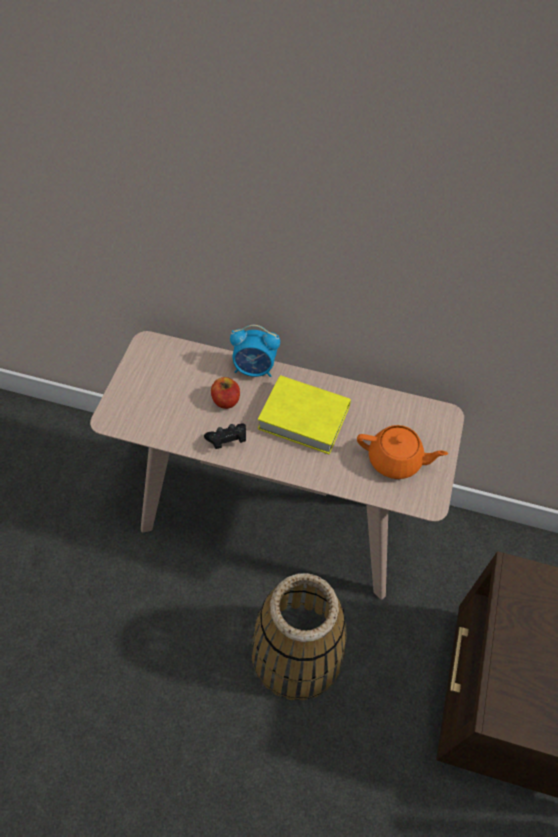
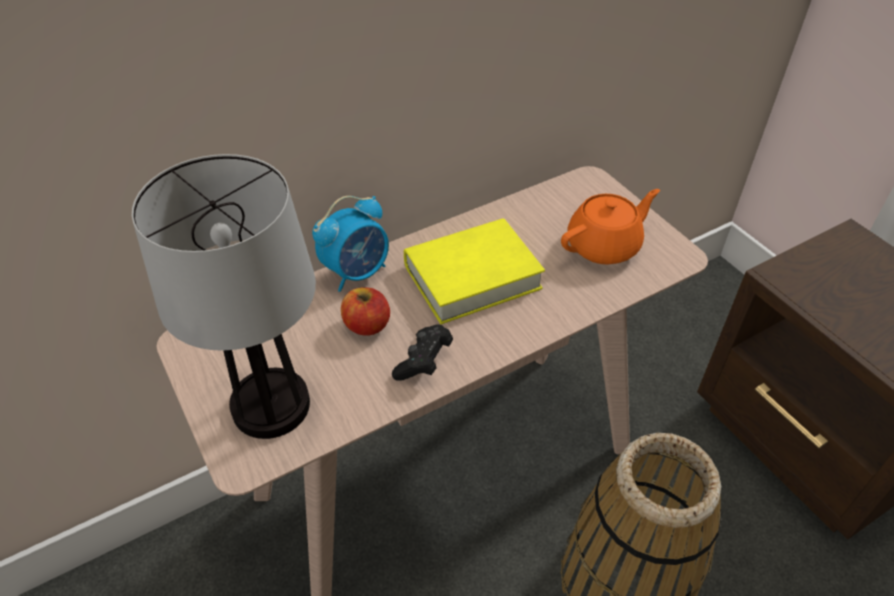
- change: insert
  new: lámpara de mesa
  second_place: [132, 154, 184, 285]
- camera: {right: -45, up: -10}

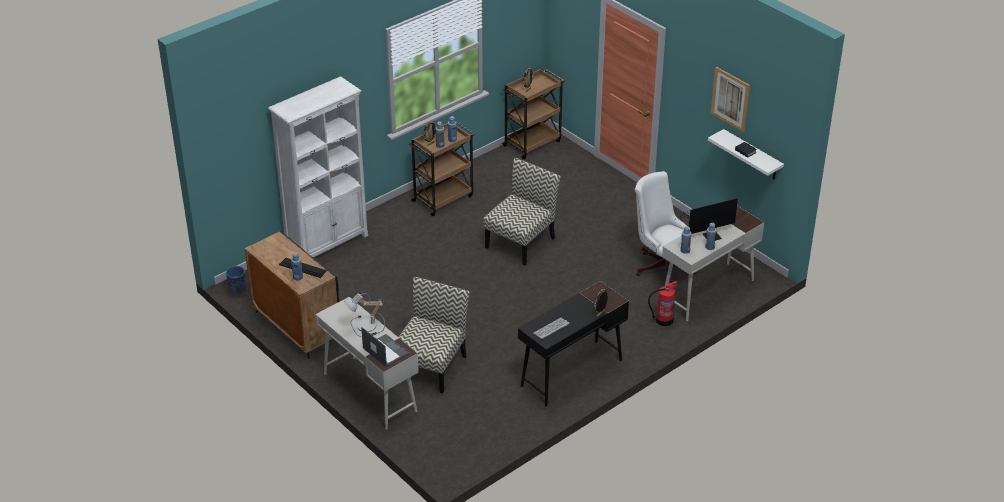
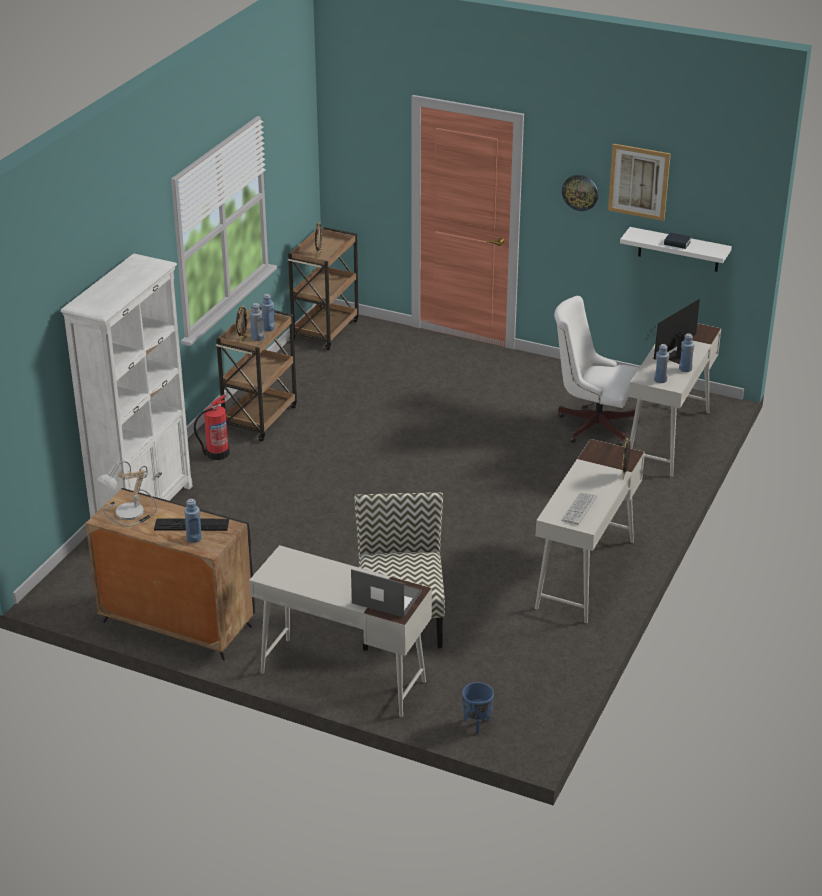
- change: delete
  old: silla
  first_place: [483, 158, 78, 107]
- change: move
  old: maceta (azul)
  first_place: [226, 266, 20, 30]
  second_place: [462, 682, 32, 52]
- change: recolor
  old: escritorio (negro)
  new: escritorio (blanco)
  first_place: [518, 281, 111, 125]
  second_place: [535, 439, 110, 184]
- change: move
  old: extintor
  first_place: [648, 281, 29, 45]
  second_place: [194, 395, 36, 65]
- change: move
  old: lámpara de mesa
  first_place: [344, 293, 41, 44]
  second_place: [97, 461, 60, 65]
- change: insert
  new: reloj de pared
  second_place: [562, 175, 37, 36]
- camera: {right: -25, up: -5}

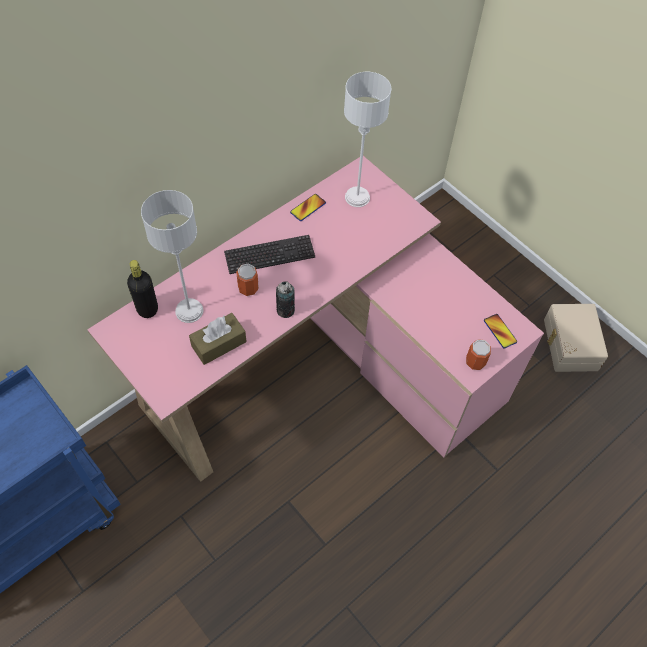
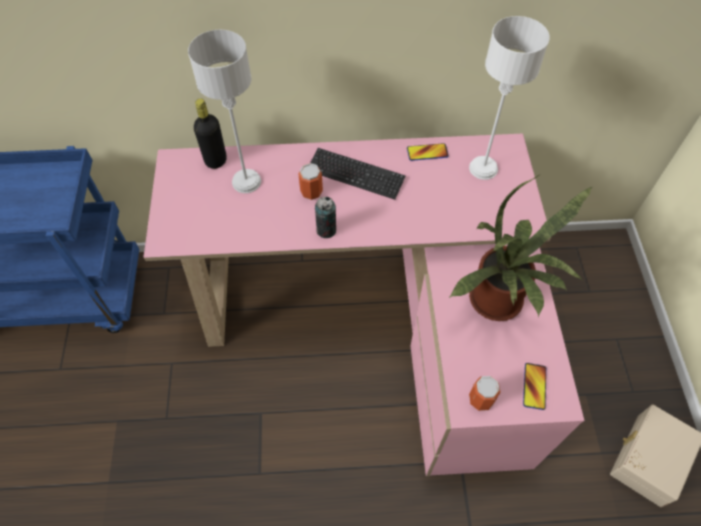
- change: delete
  old: caja de pañuelos (marrón)
  first_place: [189, 313, 58, 52]
- change: insert
  new: planta en maceta
  second_place: [449, 174, 143, 147]
- camera: {right: 40, up: 0}

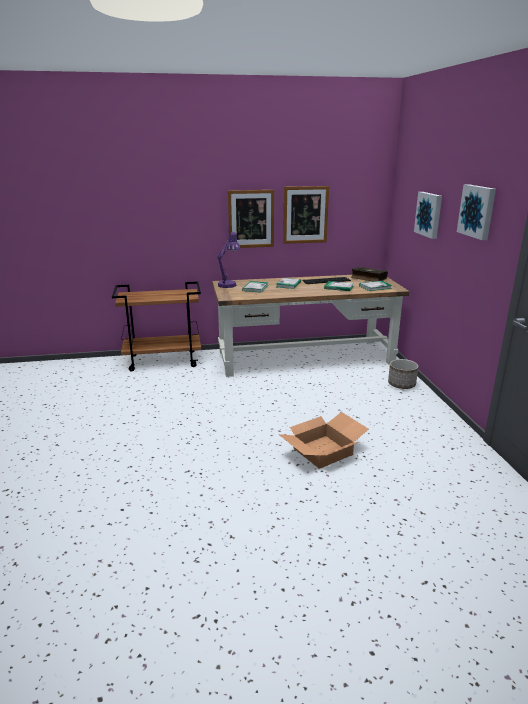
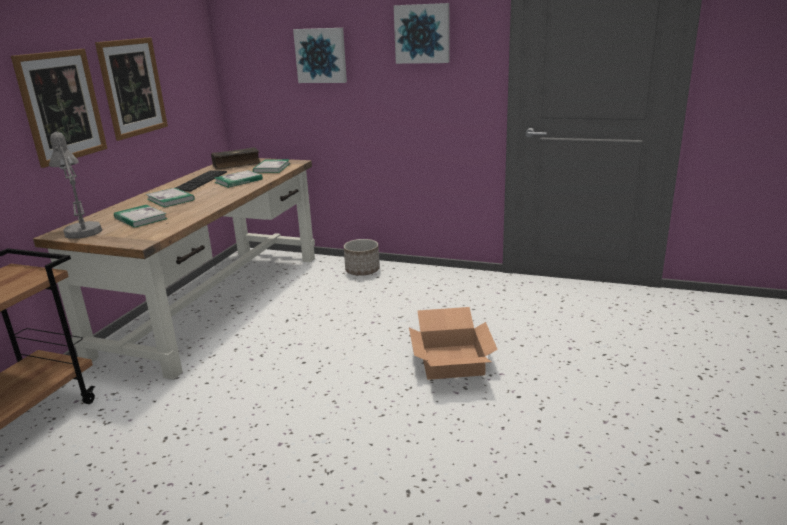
- change: recolor
  old: lámpara de mesa (morado)
  new: lámpara de mesa (gris)
  first_place: [217, 232, 24, 56]
  second_place: [49, 132, 53, 107]
- camera: {right: -60, up: 0}

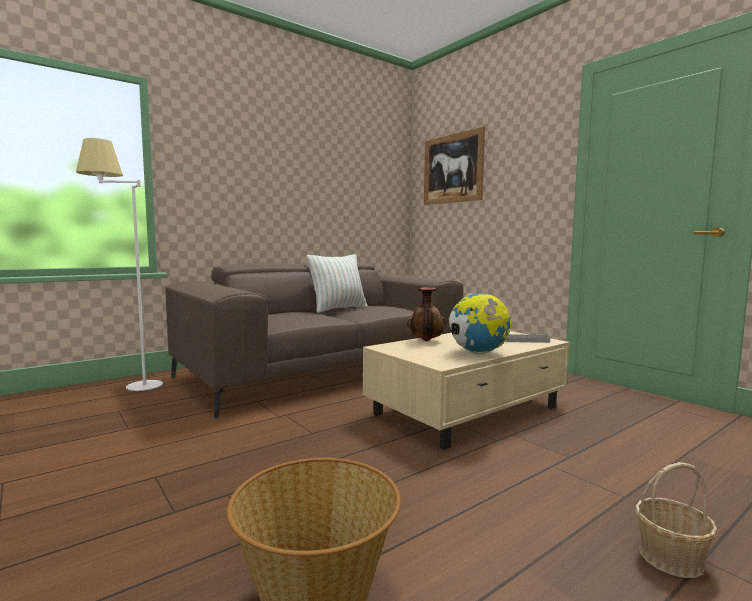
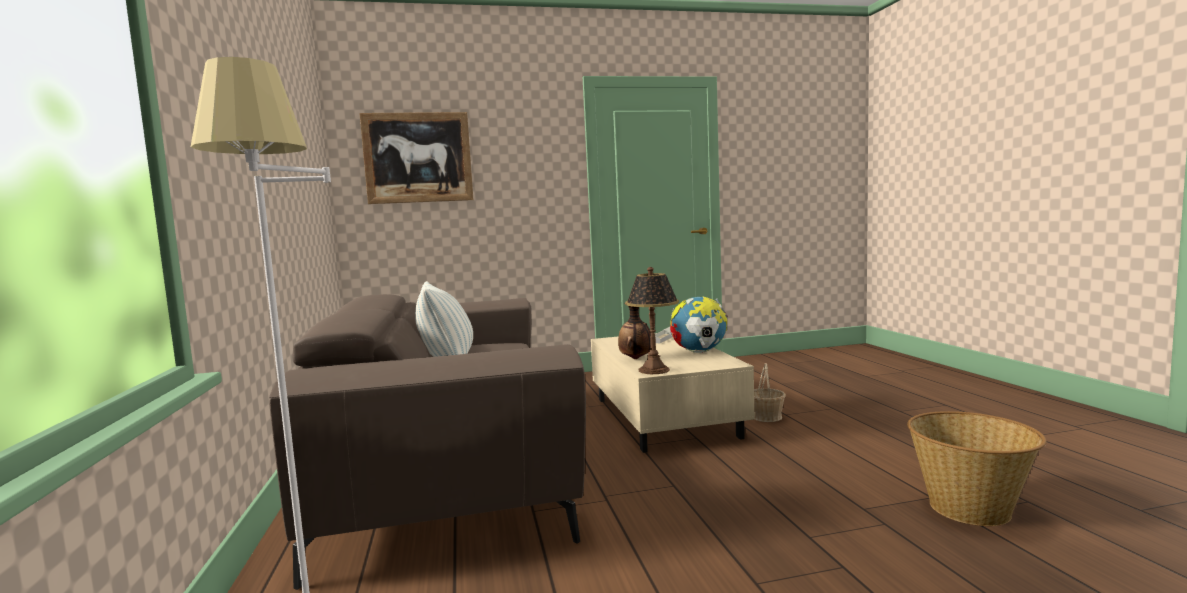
- change: move
  old: cesta
  first_place: [635, 462, 83, 116]
  second_place: [754, 363, 32, 59]
- change: insert
  new: lámpara de mesa
  second_place: [625, 267, 54, 107]
- camera: {right: -65, up: 0}

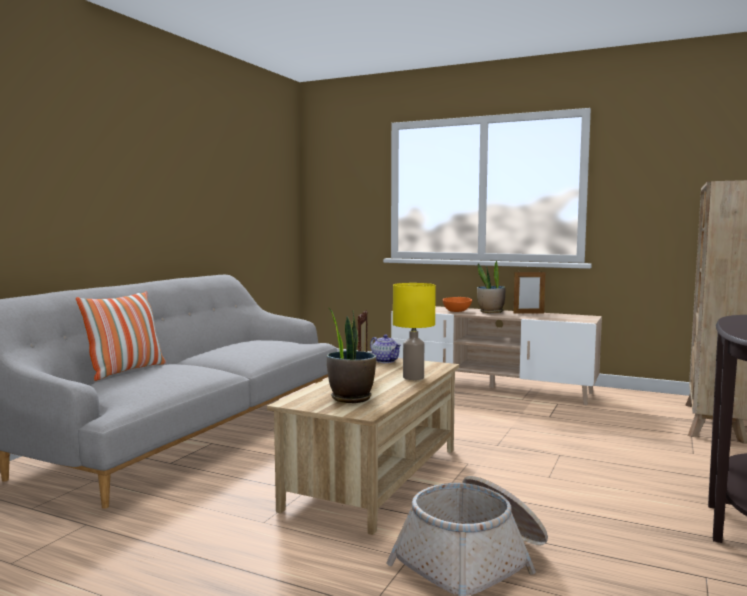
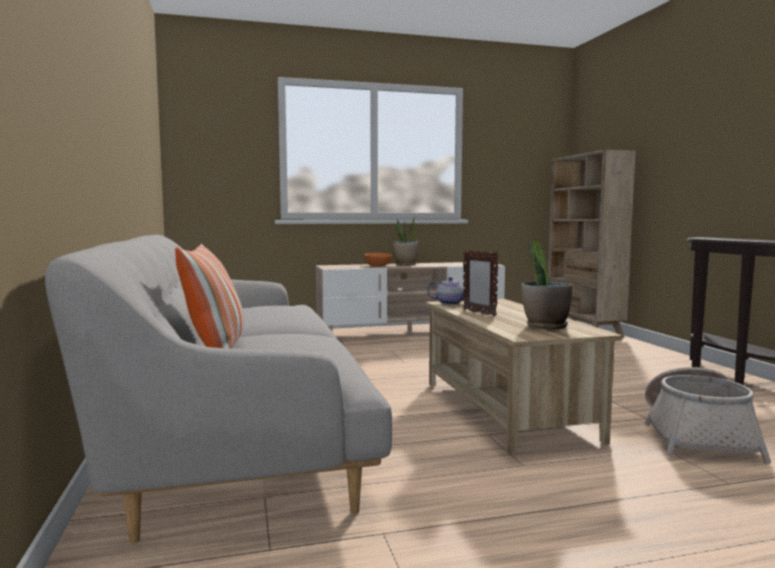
- change: delete
  old: portarretratos
  first_place: [513, 271, 32, 43]
- change: delete
  old: lámpara de mesa (amarillo)
  first_place: [393, 283, 43, 97]
- camera: {right: -40, up: 0}

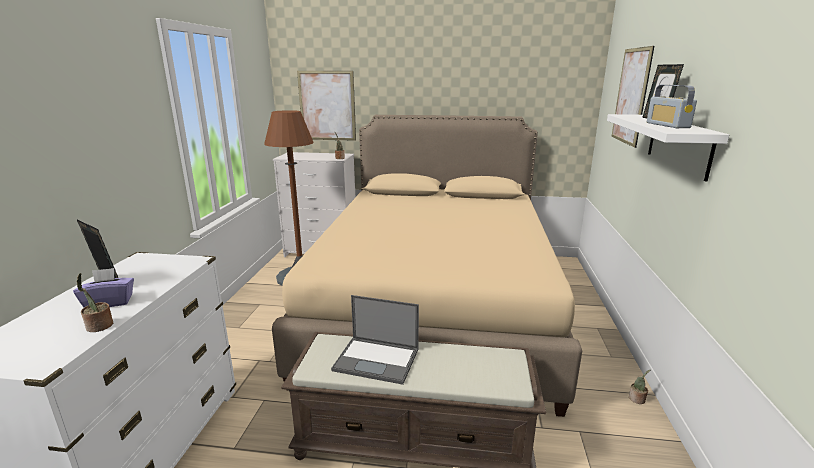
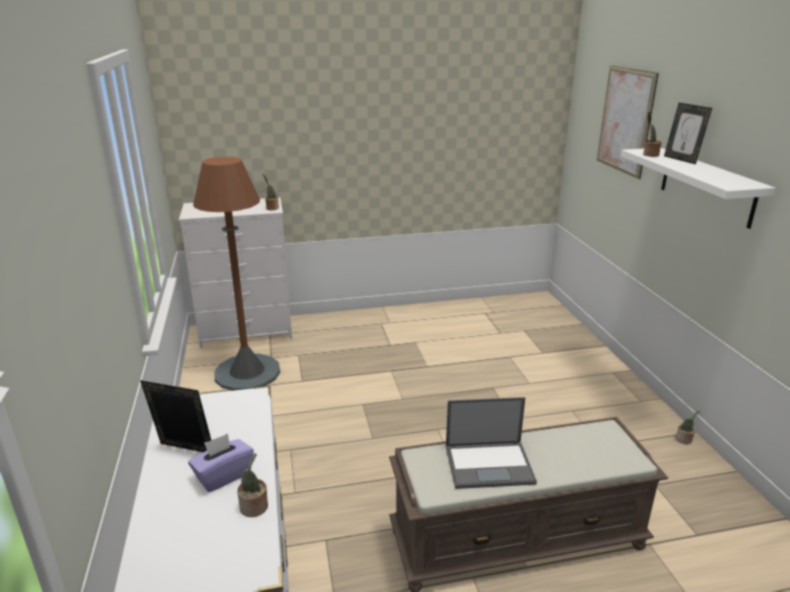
- change: delete
  old: cuadro
  first_place: [297, 71, 59, 70]
- change: delete
  old: radio
  first_place: [647, 85, 50, 43]
- change: delete
  old: cama (beis)
  first_place: [272, 115, 310, 302]
- change: insert
  new: planta en maceta
  second_place: [643, 112, 19, 45]
- camera: {right: -20, up: 5}

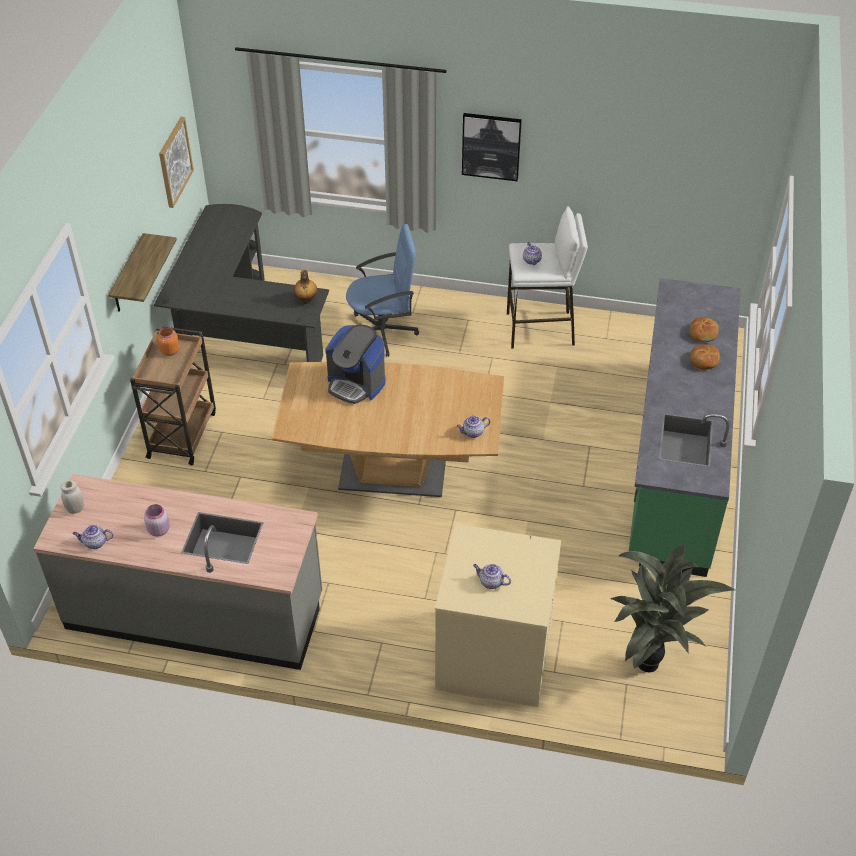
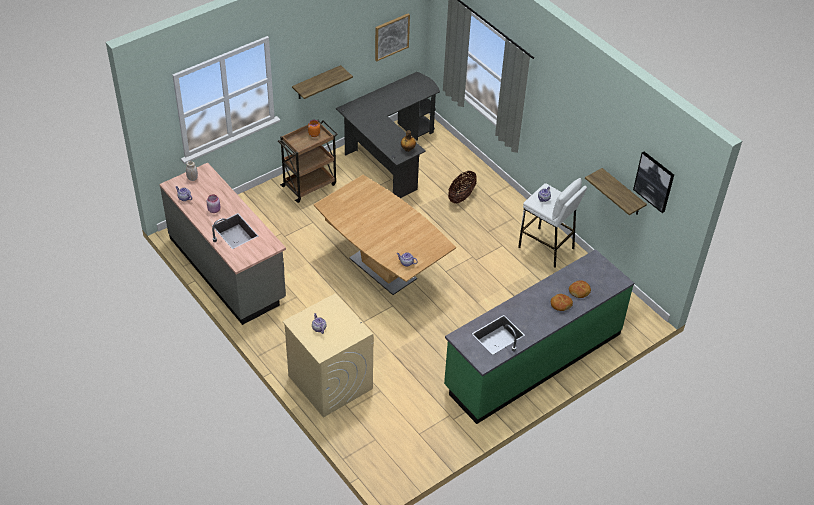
- change: move
  old: cuadro
  first_place: [462, 113, 60, 68]
  second_place: [633, 152, 41, 61]
- change: replace
  old: silla de oficina (azul)
  new: cesta
  first_place: [346, 224, 73, 133]
  second_place: [448, 171, 28, 32]
- change: delete
  old: cafetera
  first_place: [325, 324, 60, 80]
- change: delete
  old: planta en maceta
  first_place: [610, 542, 125, 131]
- change: insert
  new: estante
  second_place: [585, 168, 62, 47]
- camera: {right: 40, up: 0}

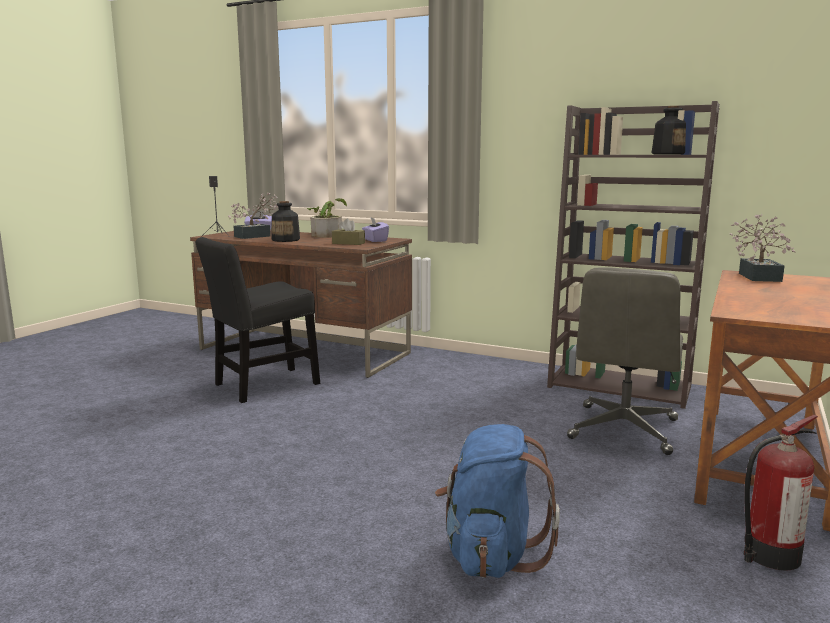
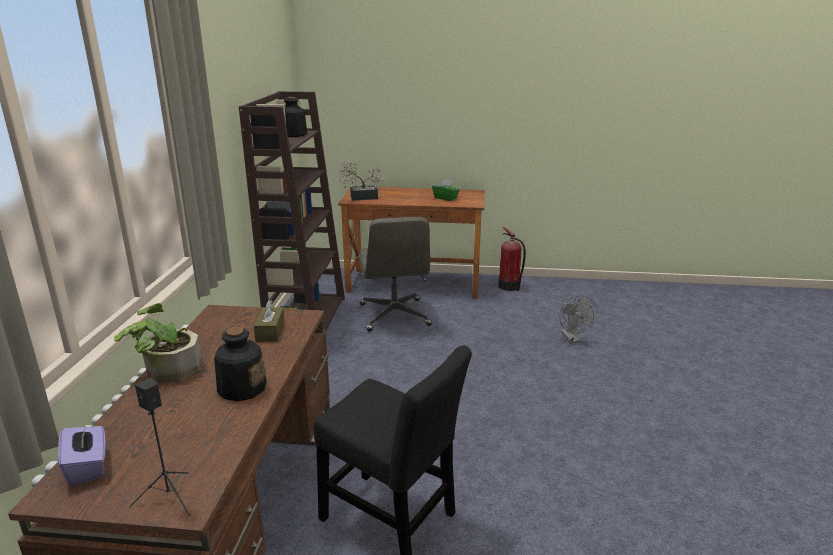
- change: delete
  old: planta en maceta
  first_place: [228, 193, 51, 46]
- change: delete
  old: caja de pañuelos (morado)
  first_place: [362, 218, 27, 24]
- change: rotate
  old: silla de oficina (gris)
  first_place: [567, 267, 116, 188]
  second_place: [359, 217, 73, 114]
  degrees: 75
- change: replace
  old: mochila (azul)
  new: ventilador (gris)
  first_place: [435, 424, 125, 154]
  second_place: [559, 295, 38, 48]
- change: insert
  new: caja de pañuelos (verde)
  second_place: [432, 179, 28, 22]
- camera: {right: -110, up: 10}

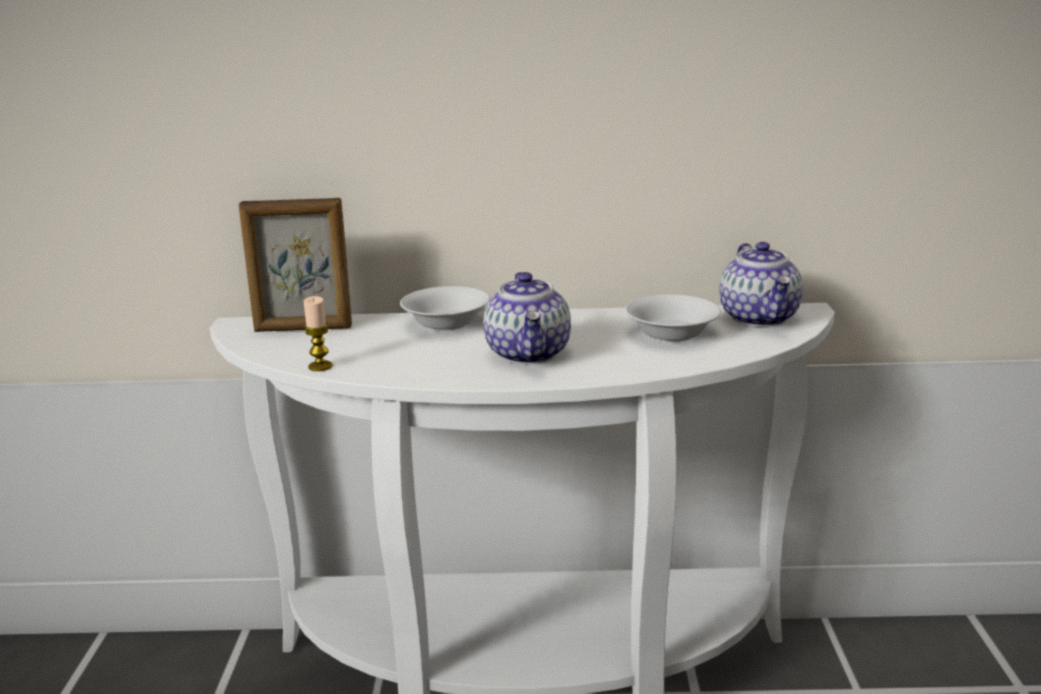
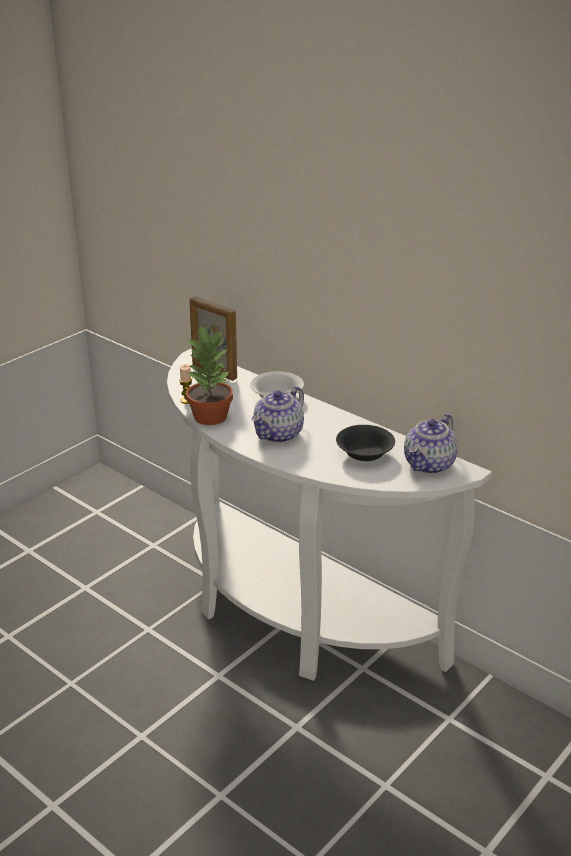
- change: recolor
  old: cuenco (blanco)
  new: cuenco (negro)
  first_place: [625, 294, 96, 48]
  second_place: [336, 425, 59, 36]
- change: insert
  new: planta en maceta
  second_place: [186, 325, 47, 100]
- camera: {right: 40, up: 10}

